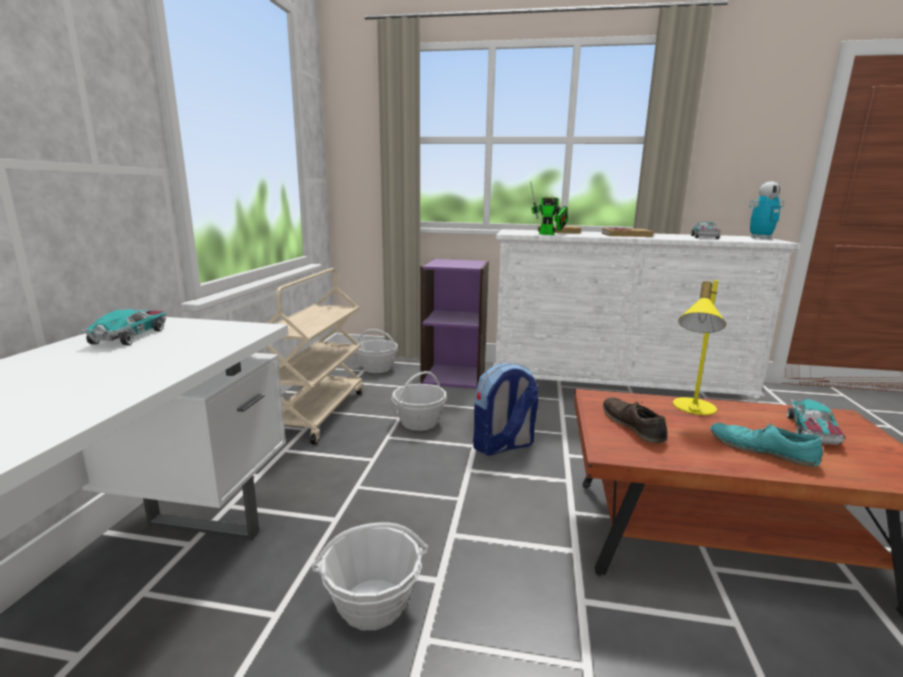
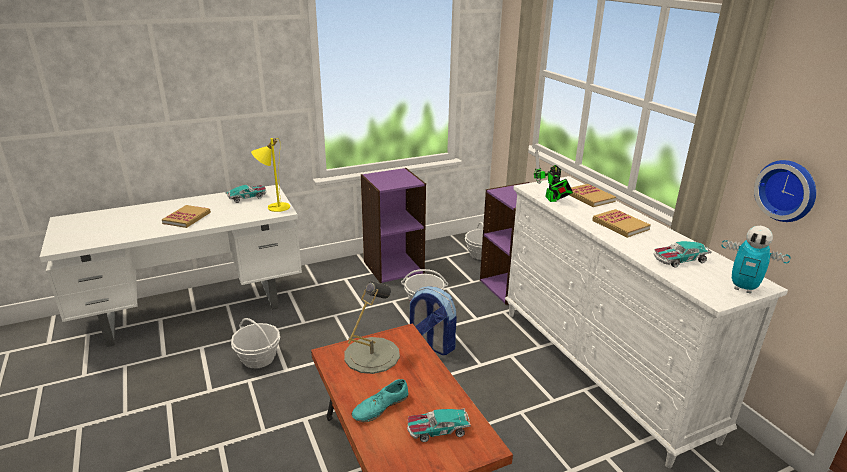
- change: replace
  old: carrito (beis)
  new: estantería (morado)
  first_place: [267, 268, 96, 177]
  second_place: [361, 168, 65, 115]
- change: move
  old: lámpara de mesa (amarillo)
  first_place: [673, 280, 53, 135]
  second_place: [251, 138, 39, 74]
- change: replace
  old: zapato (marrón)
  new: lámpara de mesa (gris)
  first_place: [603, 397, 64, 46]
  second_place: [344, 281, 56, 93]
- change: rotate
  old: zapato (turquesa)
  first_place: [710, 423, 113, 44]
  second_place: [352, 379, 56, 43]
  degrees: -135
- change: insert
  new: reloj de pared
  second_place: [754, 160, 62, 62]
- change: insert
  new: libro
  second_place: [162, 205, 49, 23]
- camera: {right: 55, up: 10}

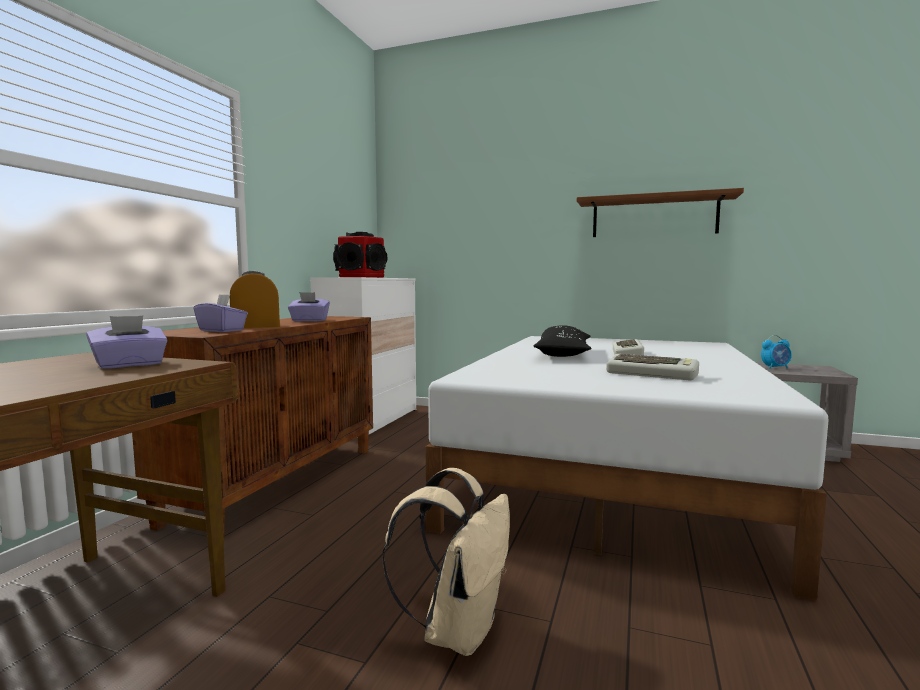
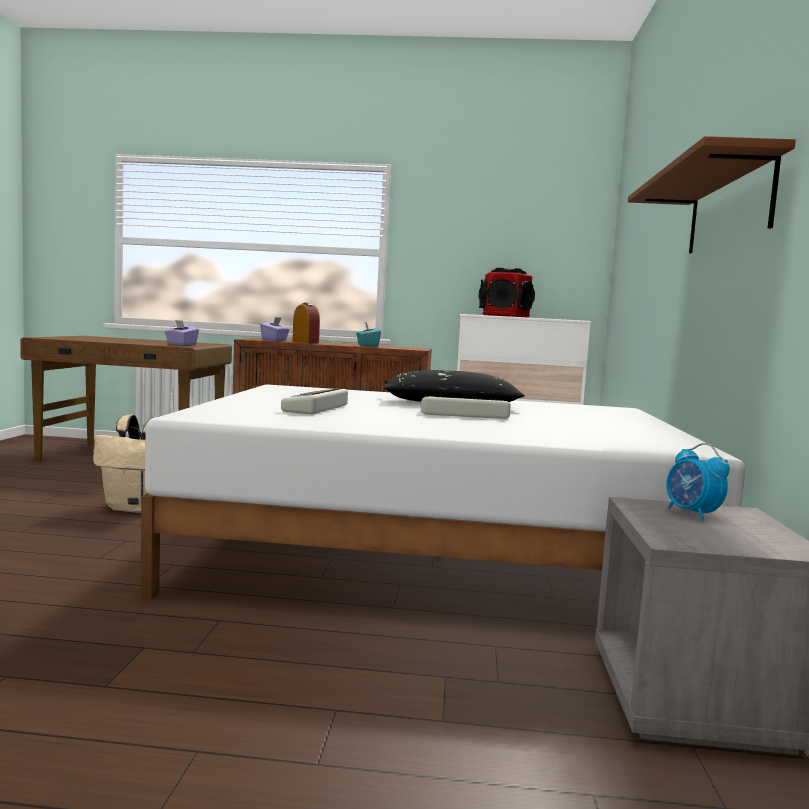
- change: recolor
  old: caja de pañuelos (morado)
  new: caja de pañuelos (turquesa)
  first_place: [288, 292, 42, 29]
  second_place: [356, 322, 25, 25]
- camera: {right: 75, up: 0}

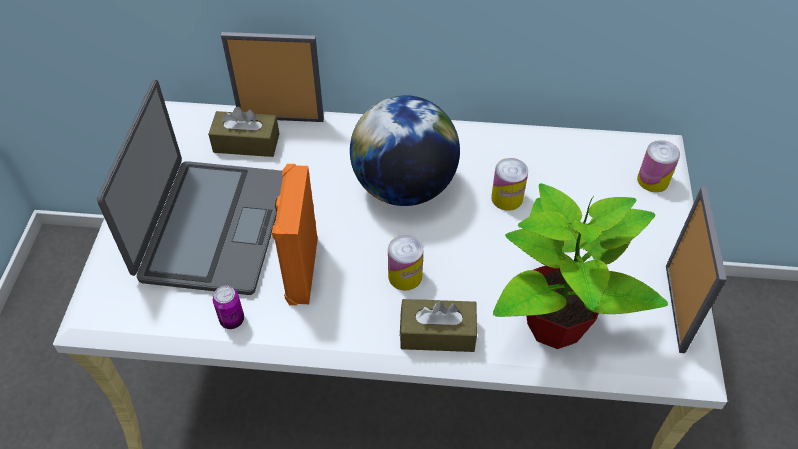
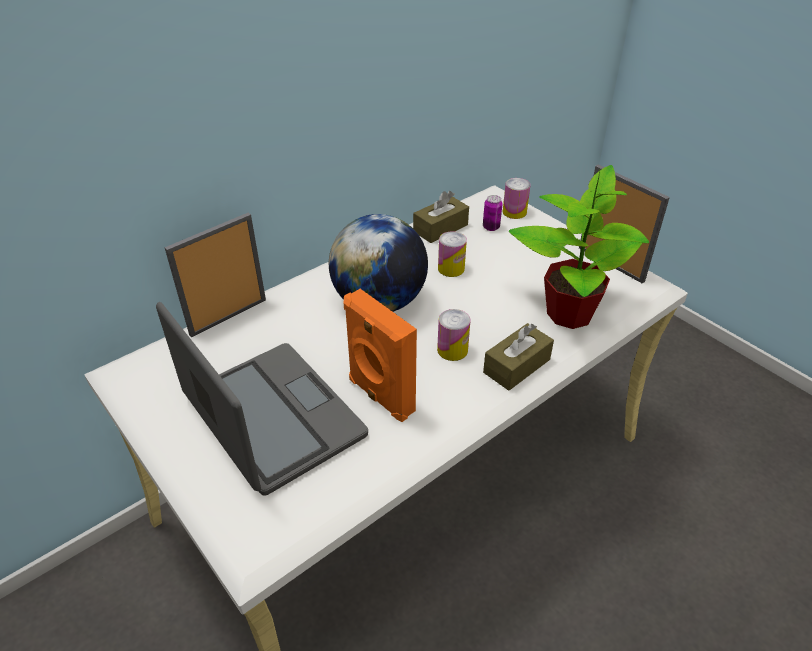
- change: move
  old: caja de pañuelos (marrón)
  first_place: [208, 107, 71, 50]
  second_place: [413, 191, 56, 52]
- change: move
  old: lata
  first_place: [213, 286, 31, 43]
  second_place: [483, 195, 19, 36]
- camera: {right: -45, up: -10}

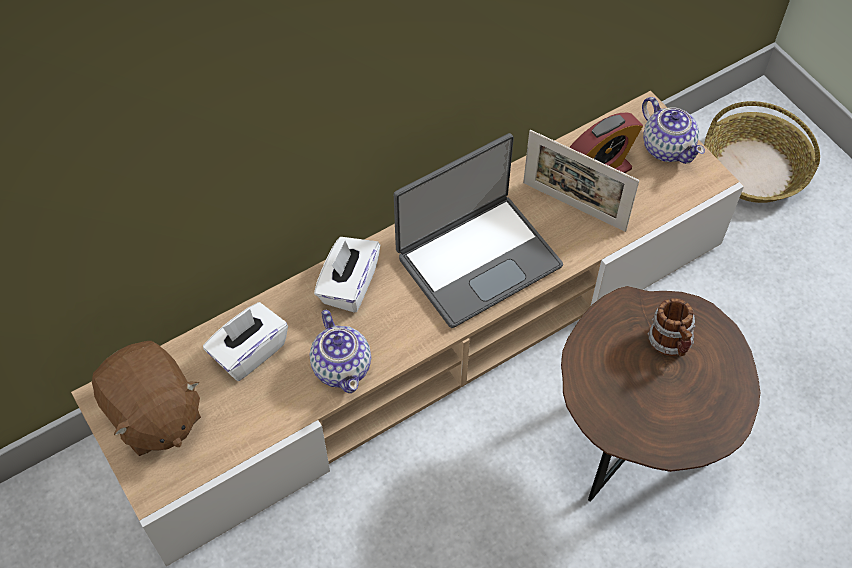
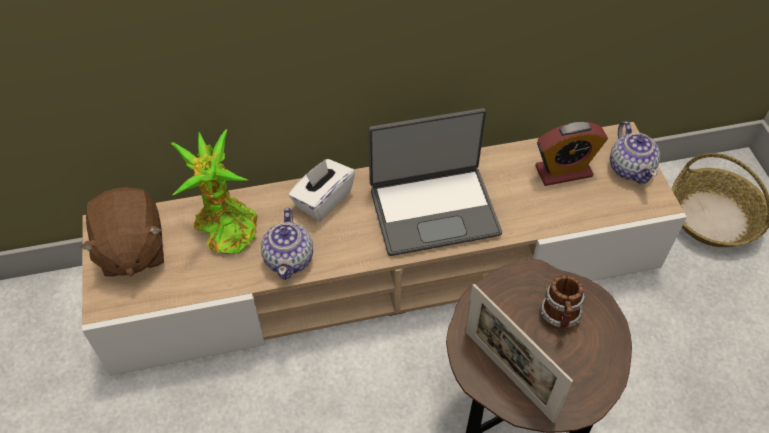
- change: move
  old: portarretratos
  first_place: [523, 130, 116, 102]
  second_place: [465, 284, 108, 139]
- change: replace
  old: caja de pañuelos (blanco)
  new: planta en maceta
  first_place: [203, 302, 85, 79]
  second_place: [171, 129, 87, 125]
- camera: {right: 20, up: -5}

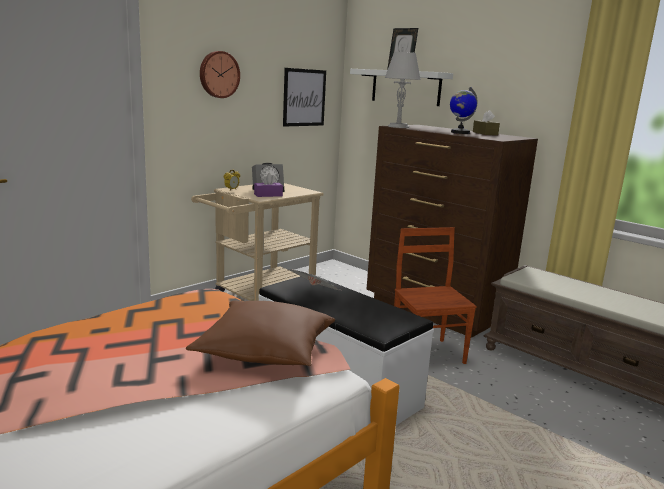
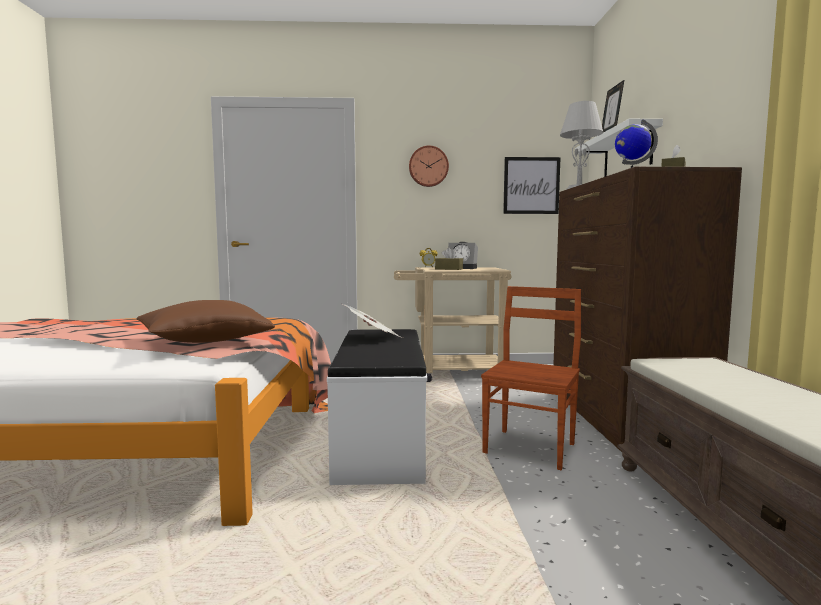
- change: recolor
  old: caja de pañuelos (morado)
  new: caja de pañuelos (marrón)
  first_place: [254, 173, 29, 24]
  second_place: [435, 248, 28, 22]
- camera: {right: 45, up: -10}

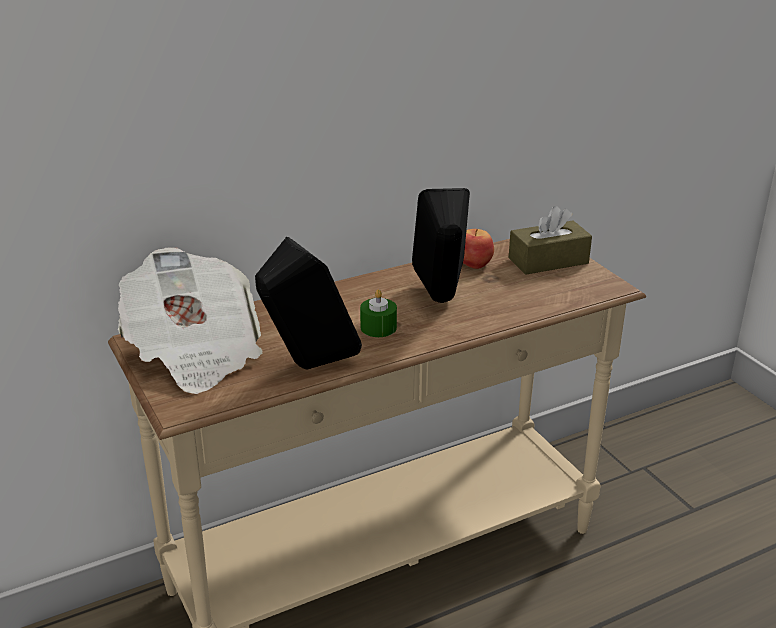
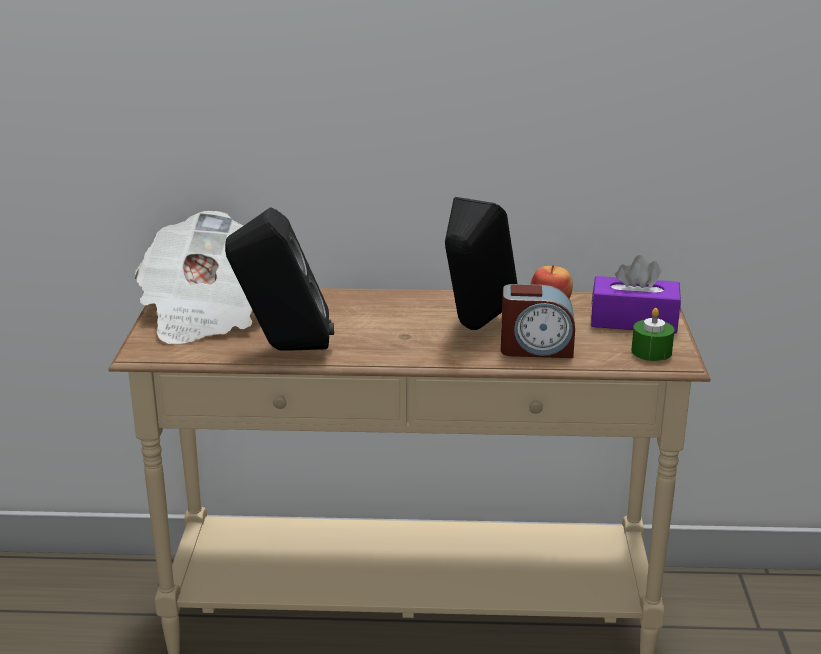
- change: recolor
  old: caja de pañuelos (marrón)
  new: caja de pañuelos (morado)
  first_place: [509, 206, 83, 69]
  second_place: [591, 255, 90, 78]
- change: move
  old: vela (verde)
  first_place: [360, 289, 37, 48]
  second_place: [631, 308, 44, 53]
- change: insert
  new: despertador
  second_place: [501, 284, 74, 74]
- camera: {right: 30, up: -5}

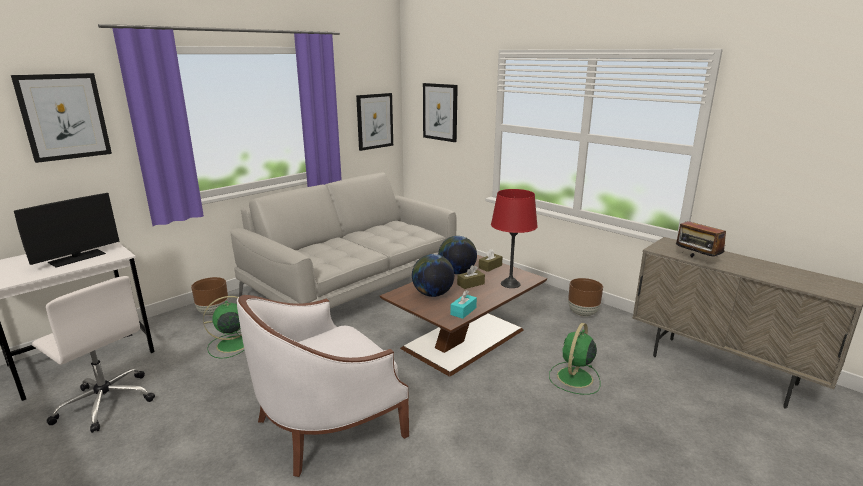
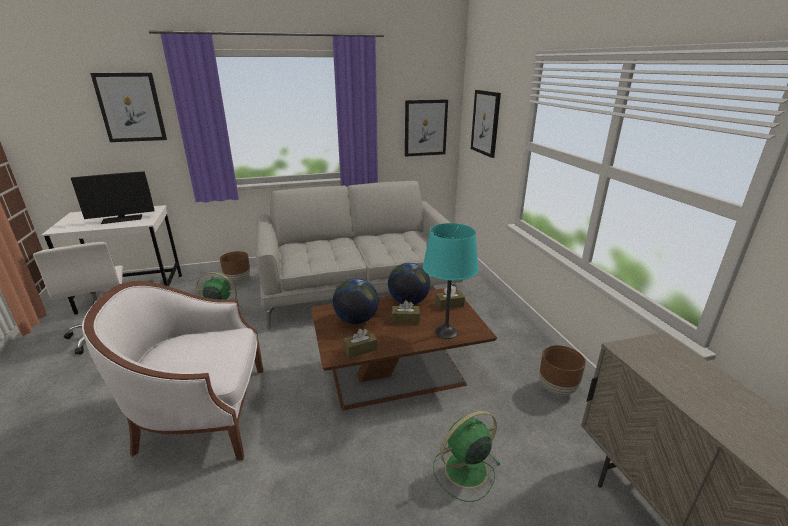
- change: recolor
  old: lámpara de mesa (rojo)
  new: lámpara de mesa (turquesa)
  first_place: [491, 189, 47, 99]
  second_place: [423, 223, 56, 116]
- change: delete
  old: radio
  first_place: [676, 215, 50, 42]
- change: recolor
  old: caja de pañuelos (turquesa)
  new: caja de pañuelos (marrón)
  first_place: [450, 290, 27, 29]
  second_place: [343, 329, 34, 29]
- camera: {right: 30, up: 5}

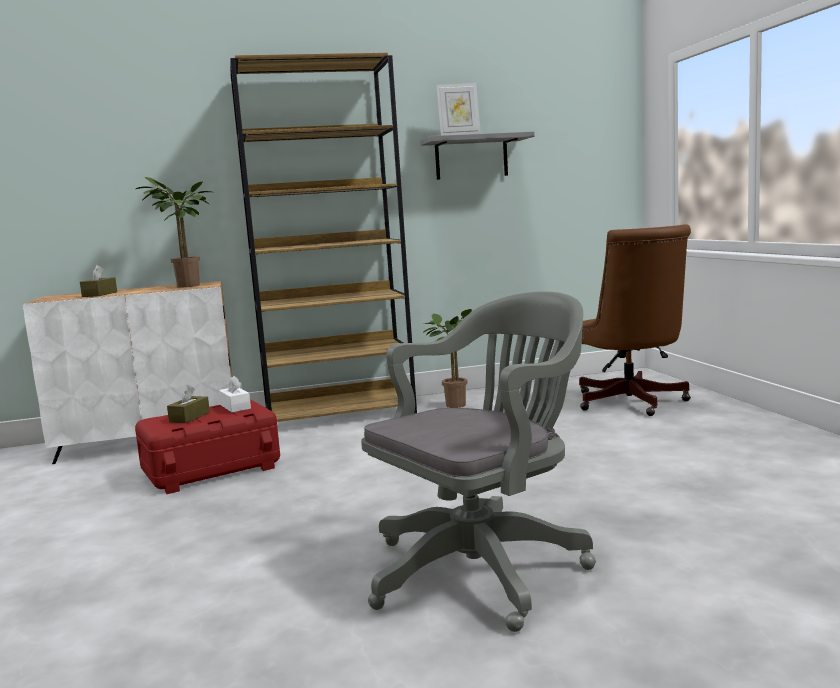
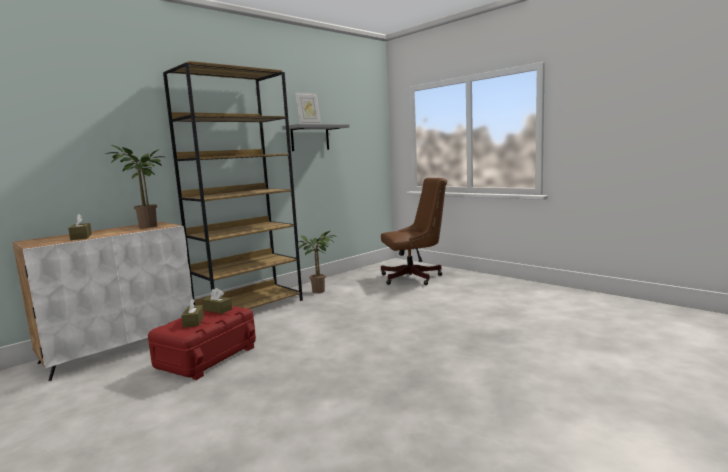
- change: rotate
  old: silla de oficina (marrón)
  first_place: [579, 224, 112, 192]
  second_place: [381, 178, 66, 107]
  degrees: -60
- change: delete
  old: silla de oficina (gris)
  first_place: [361, 291, 235, 341]
- change: recolor
  old: caja de pañuelos (blanco)
  new: caja de pañuelos (marrón)
  first_place: [219, 376, 32, 36]
  second_place: [202, 288, 30, 26]
- camera: {right: -30, up: 0}

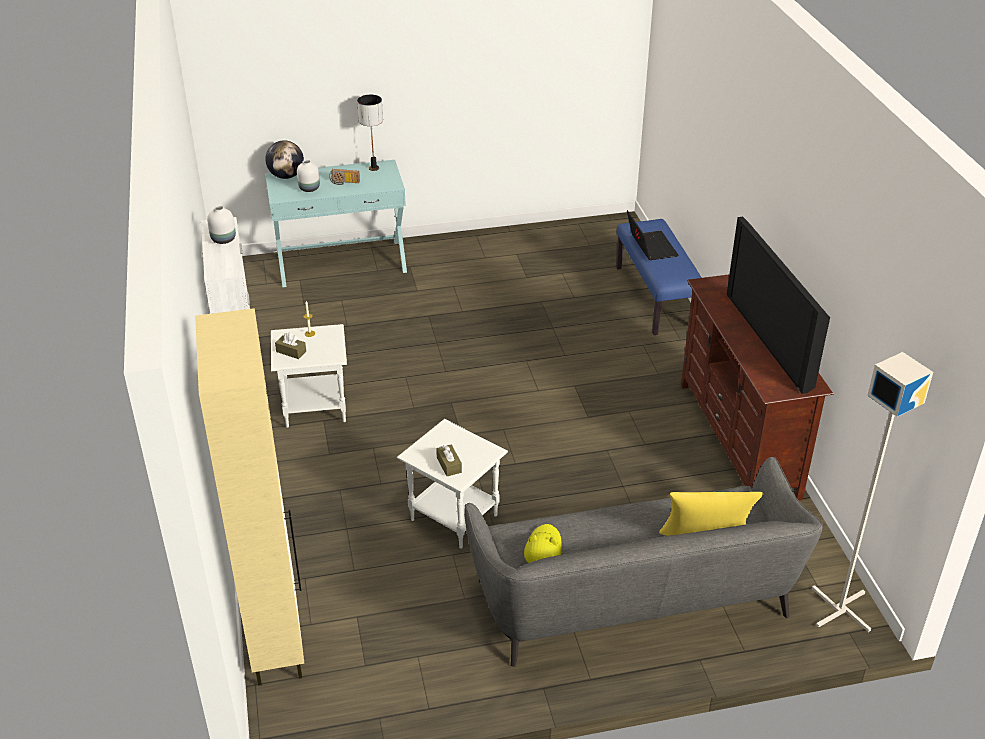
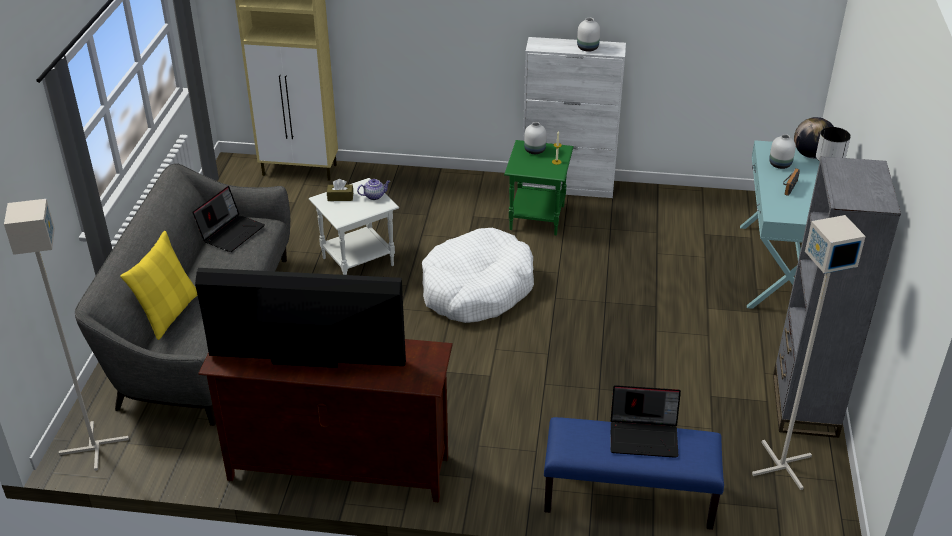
- change: recolor
  old: mesa auxiliar (blanco)
  new: mesa auxiliar (verde)
  first_place: [271, 324, 76, 104]
  second_place: [504, 140, 70, 96]
- change: replace
  old: caja de pañuelos (marrón)
  new: florero (blanco)
  first_place: [275, 333, 31, 26]
  second_place: [524, 122, 23, 32]
- change: replace
  old: sombrero (amarillo)
  new: portátil
  first_place: [524, 524, 37, 39]
  second_place: [192, 186, 73, 66]
- change: insert
  new: estantería (gris)
  second_place: [773, 156, 128, 282]
- change: insert
  new: tetera
  second_place: [357, 179, 33, 21]
- change: insert
  new: lámpara de pie (gris)
  second_place: [752, 215, 114, 275]
- change: insert
  new: cama para perro (blanco)
  second_place: [422, 228, 112, 95]
- camera: {right: 110, up: 0}

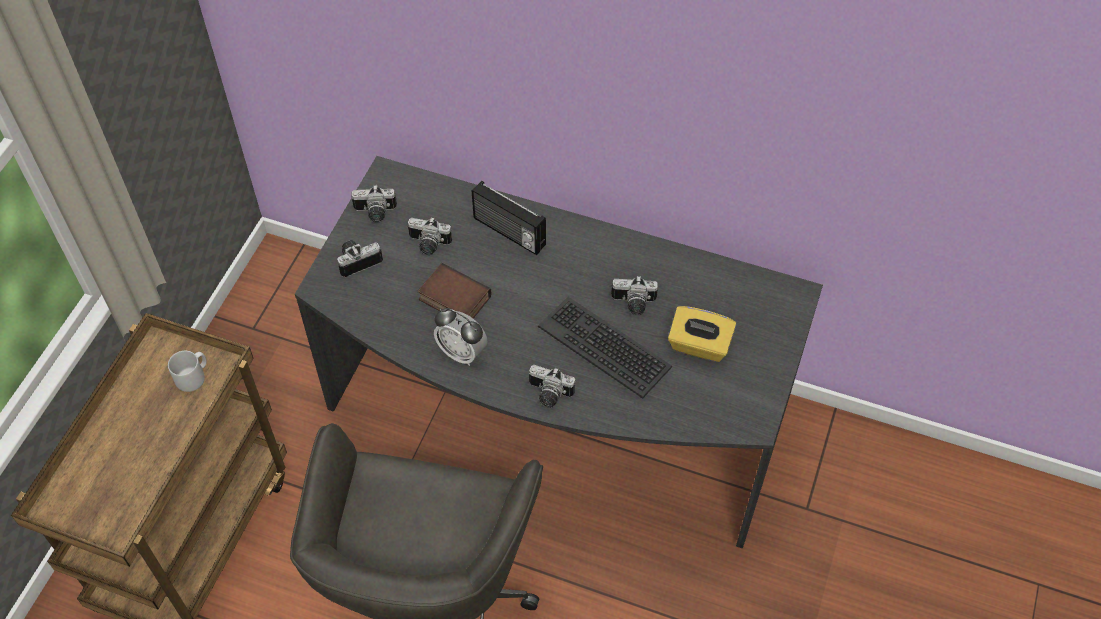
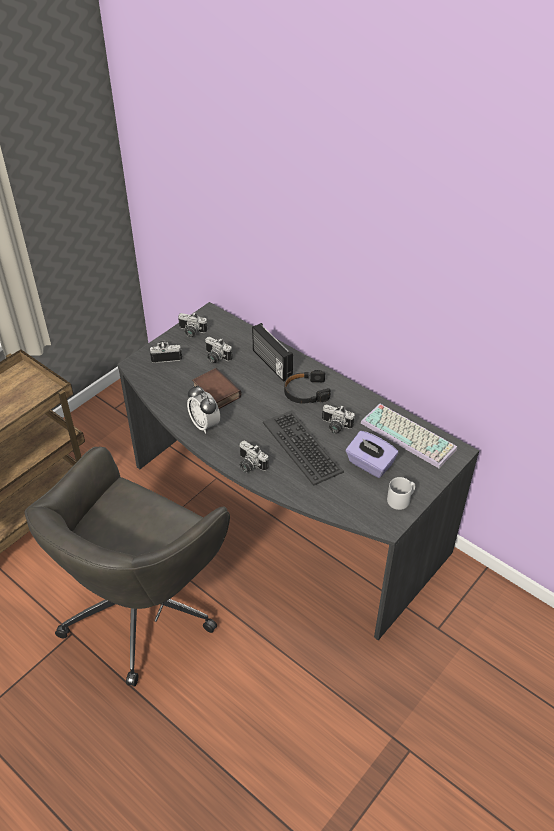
- change: recolor
  old: caja de pañuelos (amarillo)
  new: caja de pañuelos (morado)
  first_place: [668, 306, 68, 56]
  second_place: [346, 431, 52, 47]
- change: move
  old: taza grande (gris)
  first_place: [168, 351, 39, 41]
  second_place: [387, 477, 28, 33]
- change: insert
  new: auriculares (negro)
  second_place: [284, 370, 46, 34]
- change: insert
  new: teclado
  second_place: [361, 404, 96, 64]
- camera: {right: 20, up: -10}

